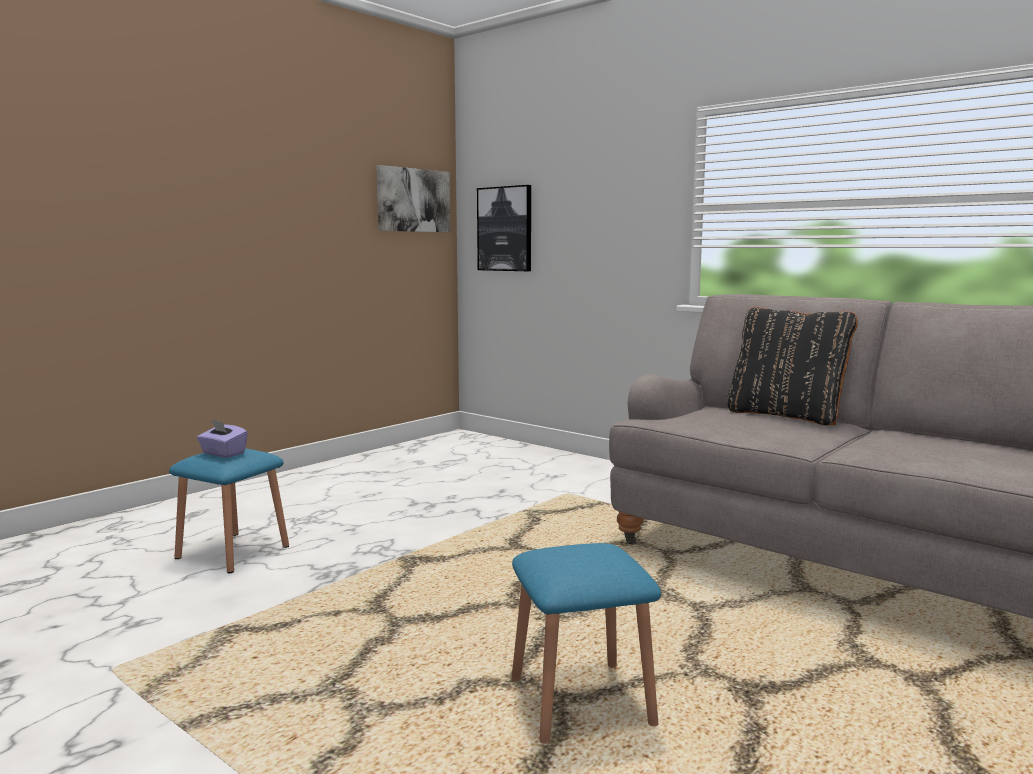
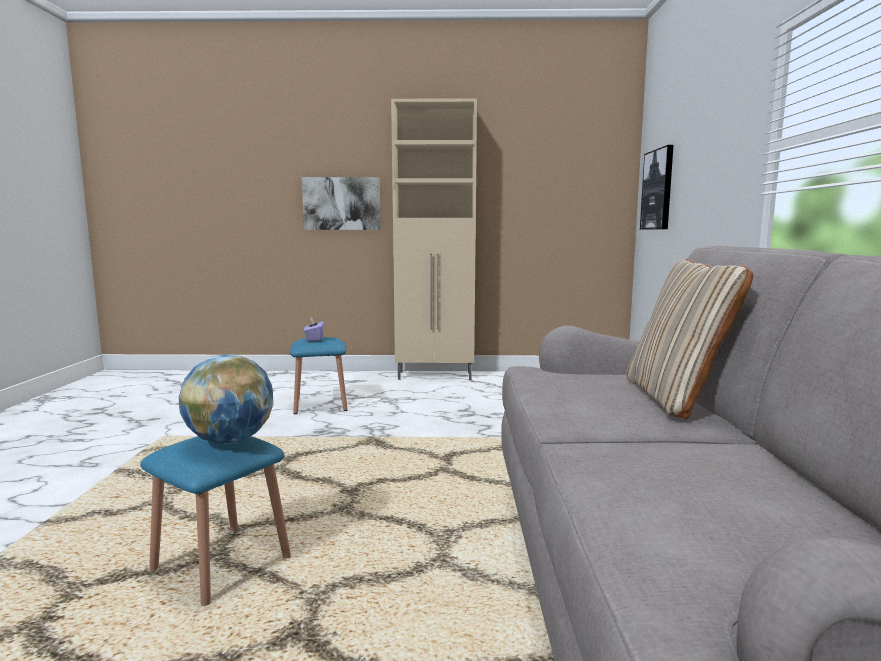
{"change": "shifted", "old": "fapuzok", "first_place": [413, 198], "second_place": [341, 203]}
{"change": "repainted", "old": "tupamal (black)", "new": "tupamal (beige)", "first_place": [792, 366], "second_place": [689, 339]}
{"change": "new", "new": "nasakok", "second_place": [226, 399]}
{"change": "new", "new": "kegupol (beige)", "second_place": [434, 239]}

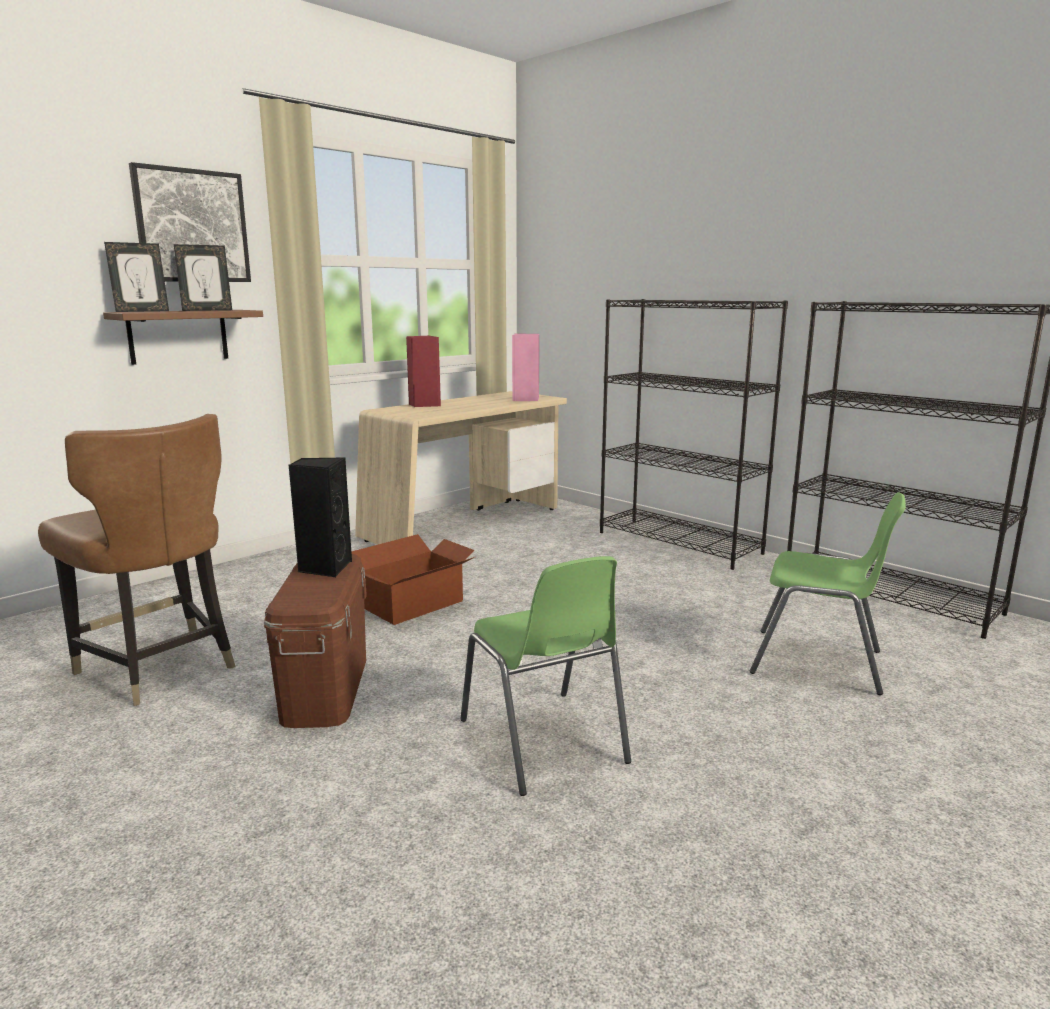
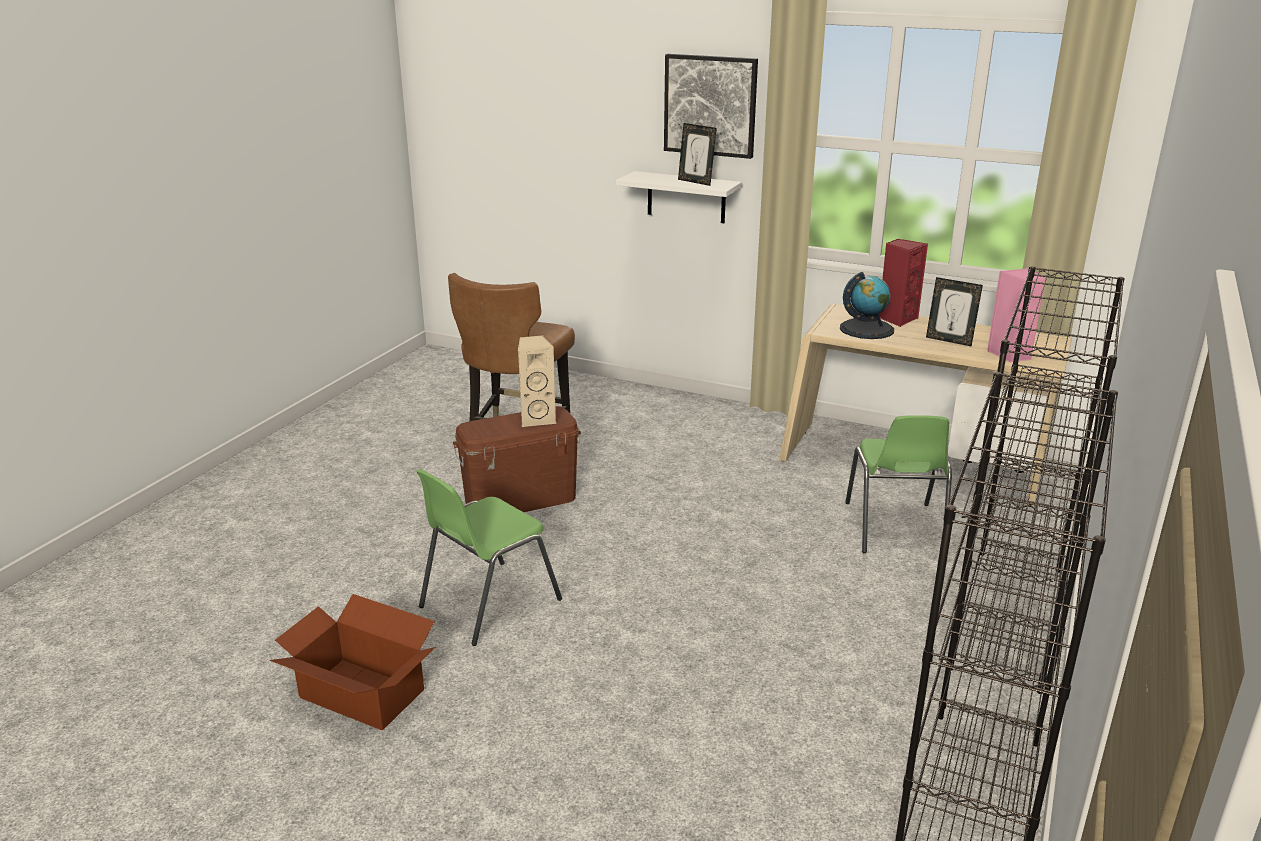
{"change": "repainted", "old": "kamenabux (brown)", "new": "kamenabux (white)", "first_place": [183, 337], "second_place": [679, 197]}
{"change": "shifted", "old": "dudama", "first_place": [136, 277], "second_place": [954, 312]}
{"change": "repainted", "old": "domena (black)", "new": "domena (beige)", "first_place": [320, 517], "second_place": [537, 381]}
{"change": "shifted", "old": "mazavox", "first_place": [413, 579], "second_place": [352, 662]}
{"change": "shifted", "old": "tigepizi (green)", "first_place": [828, 593], "second_place": [898, 484]}
{"change": "new", "new": "nasakok", "second_place": [867, 305]}

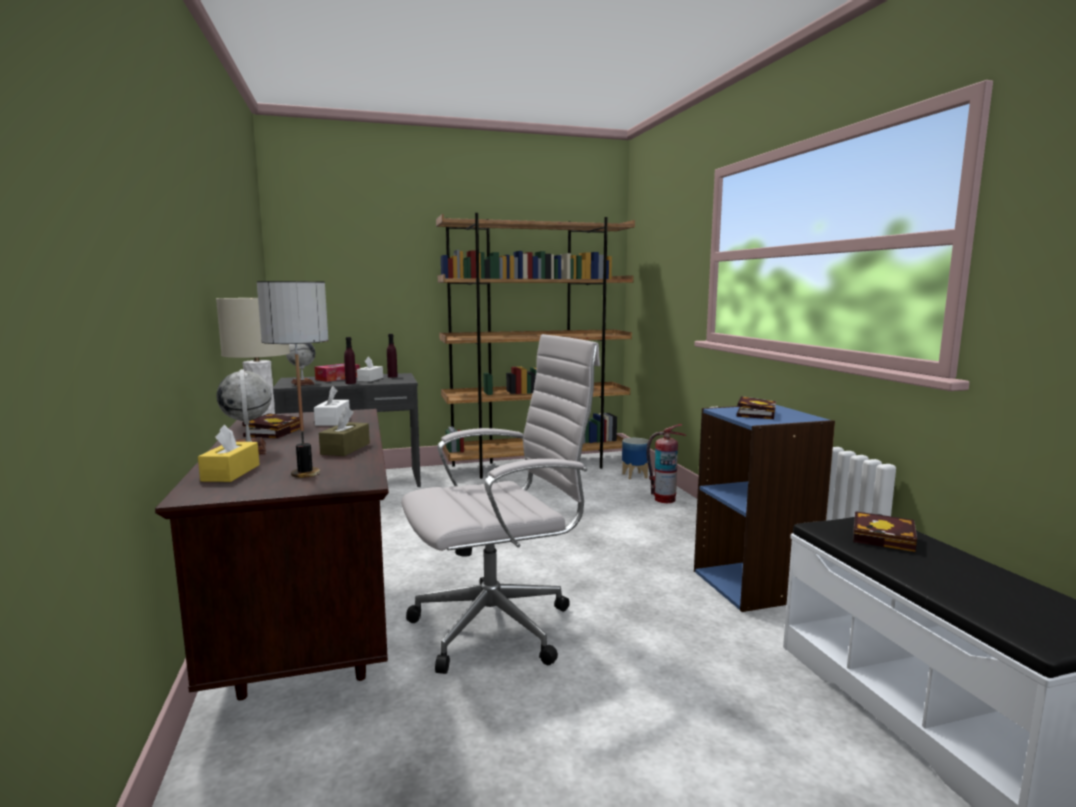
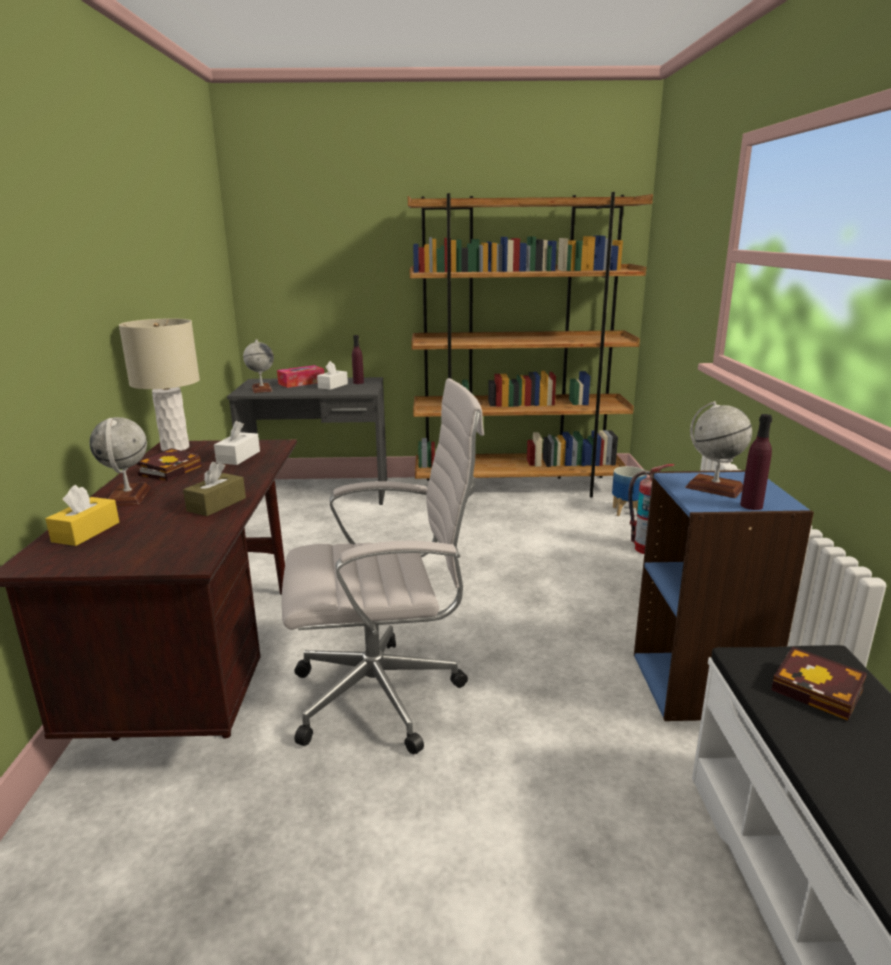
{"change": "gone", "old": "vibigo", "first_place": [292, 379]}
{"change": "shifted", "old": "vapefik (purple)", "first_place": [350, 360], "second_place": [756, 462]}
{"change": "swapped", "old": "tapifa", "new": "nasakok", "first_place": [756, 407], "second_place": [718, 449]}

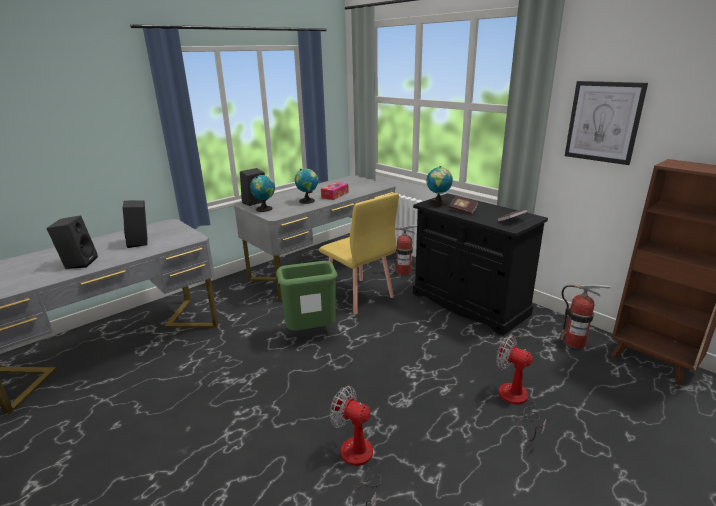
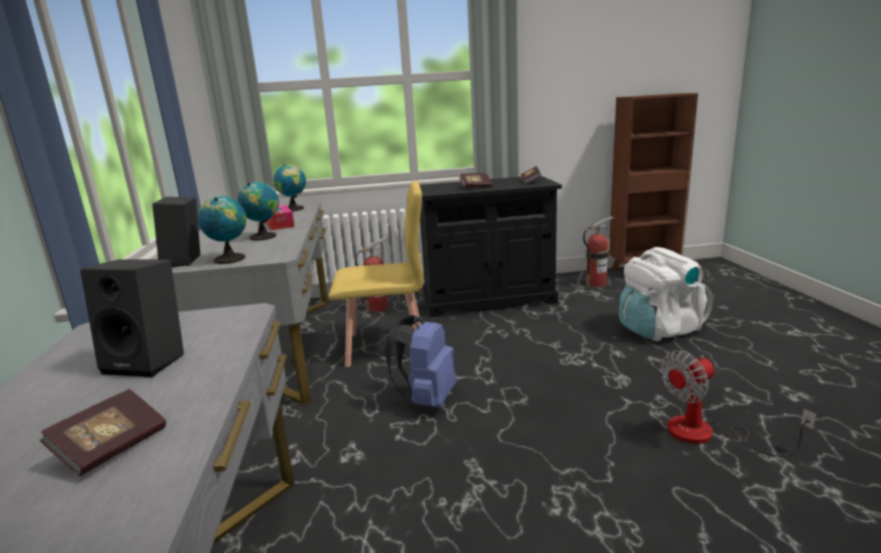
{"change": "swapped", "old": "domena (black)", "new": "tapifa", "first_place": [72, 242], "second_place": [103, 432]}
{"change": "swapped", "old": "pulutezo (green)", "new": "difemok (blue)", "first_place": [307, 296], "second_place": [421, 361]}
{"change": "shifted", "old": "nasakok", "first_place": [439, 186], "second_place": [290, 187]}
{"change": "swapped", "old": "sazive", "new": "difemok (white)", "first_place": [521, 388], "second_place": [666, 294]}
{"change": "gone", "old": "fapuzok", "first_place": [606, 123]}

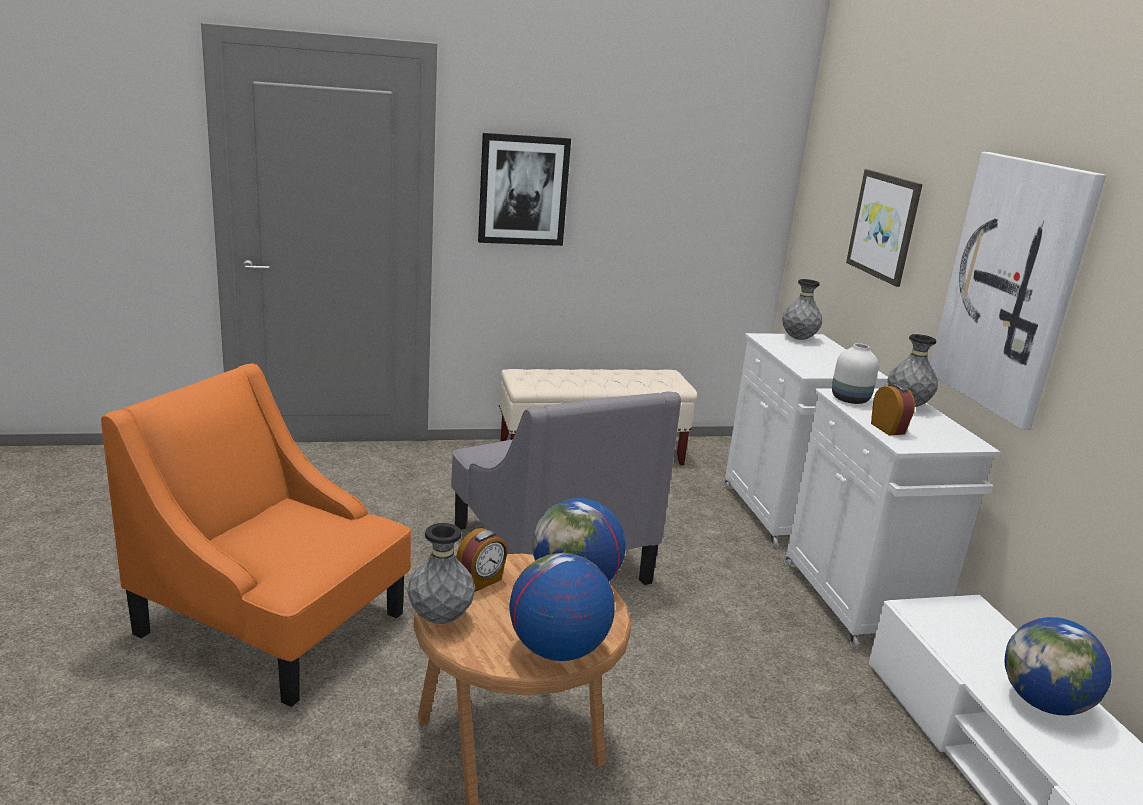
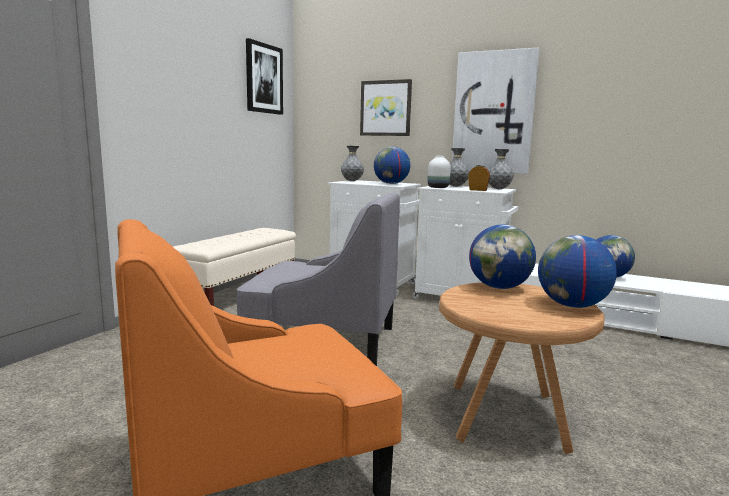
{"change": "shifted", "old": "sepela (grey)", "first_place": [441, 573], "second_place": [501, 169]}
{"change": "gone", "old": "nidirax", "first_place": [482, 560]}
{"change": "shifted", "old": "fapuzok", "first_place": [524, 189], "second_place": [264, 76]}
{"change": "new", "new": "nasakok", "second_place": [392, 165]}

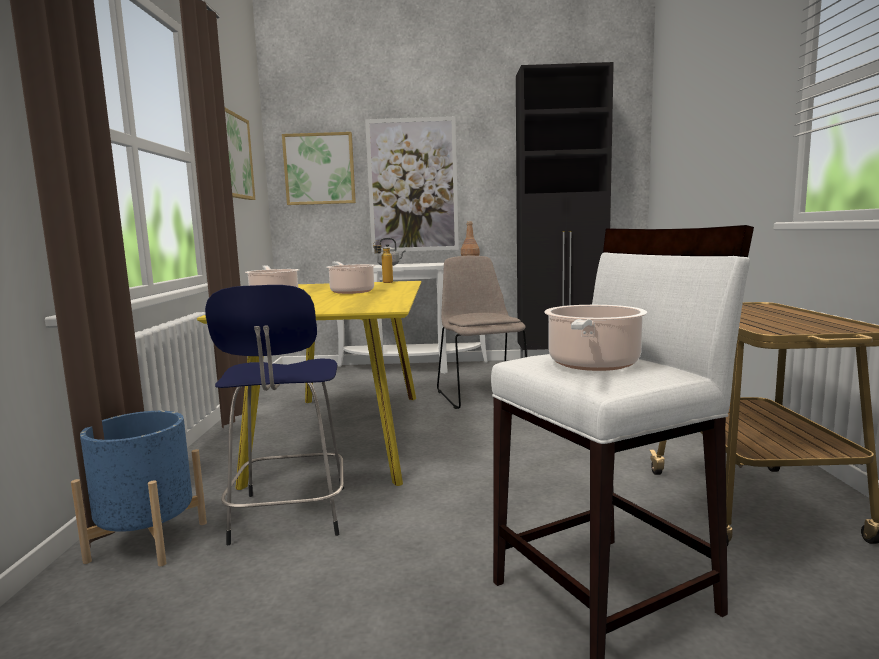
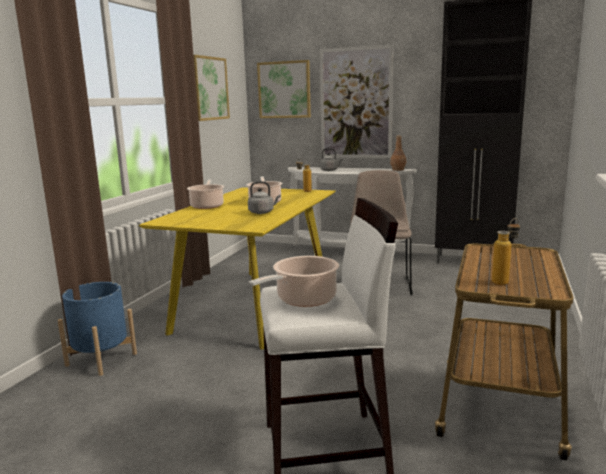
{"change": "gone", "old": "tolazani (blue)", "first_place": [274, 415]}
{"change": "new", "new": "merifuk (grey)", "second_place": [264, 197]}
{"change": "new", "new": "vapefik", "second_place": [506, 251]}

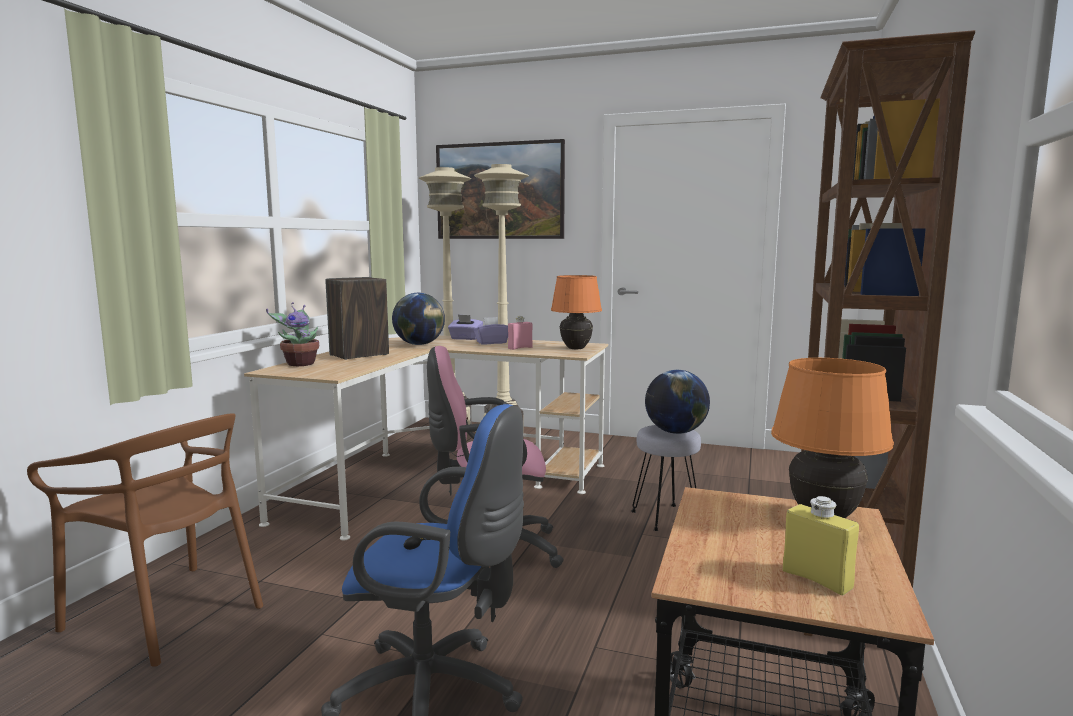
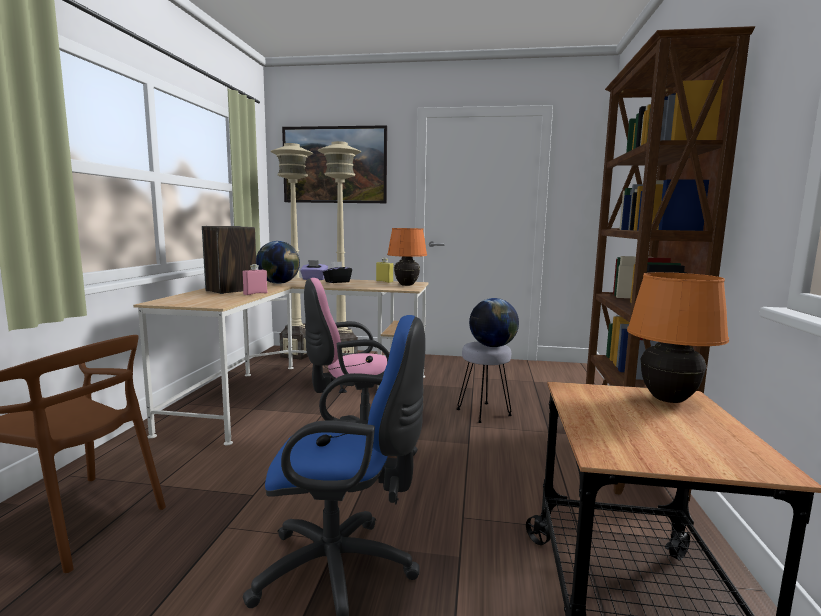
{"change": "gone", "old": "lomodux", "first_place": [292, 334]}
{"change": "repainted", "old": "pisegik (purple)", "new": "pisegik (black)", "first_place": [491, 330], "second_place": [337, 272]}
{"change": "shifted", "old": "vapefik (pink)", "first_place": [520, 333], "second_place": [254, 279]}
{"change": "shifted", "old": "vapefik (yellow)", "first_place": [821, 546], "second_place": [384, 270]}

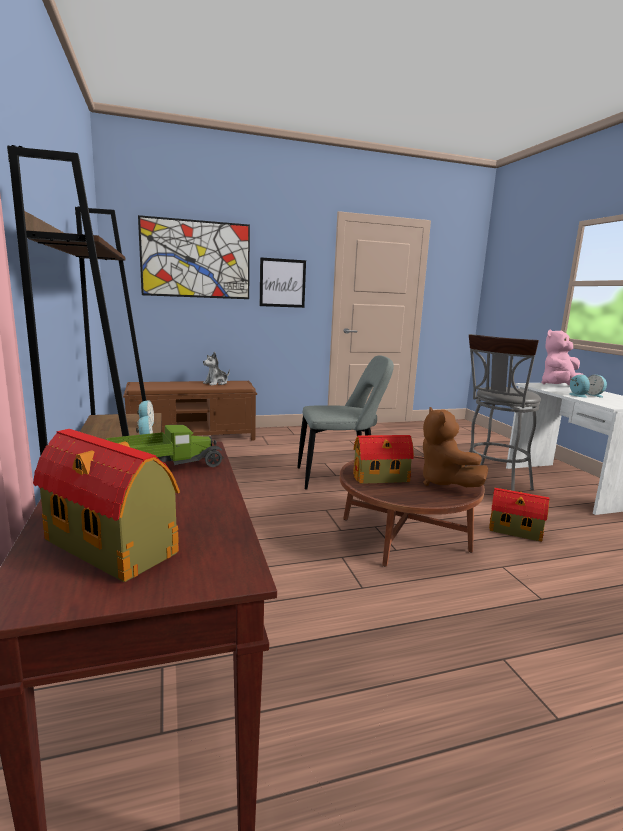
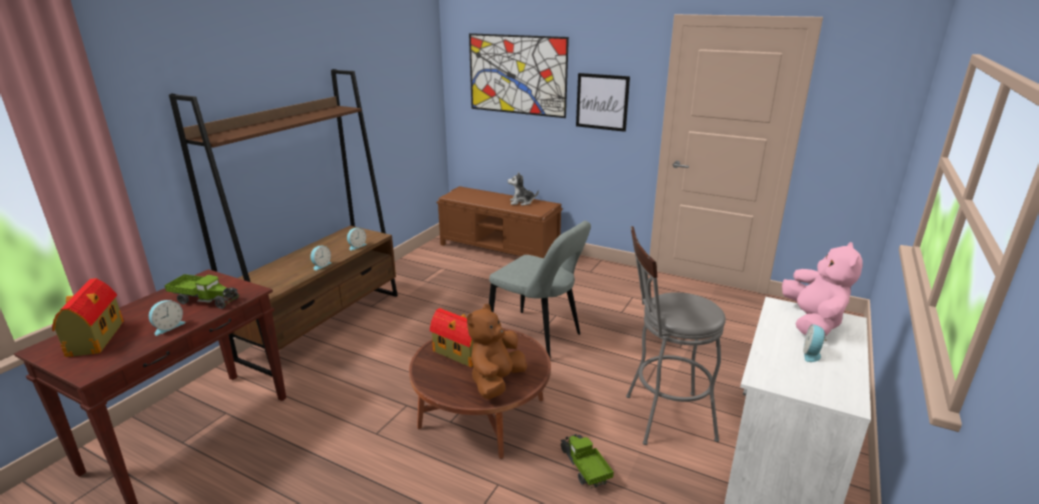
{"change": "swapped", "old": "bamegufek", "new": "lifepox", "first_place": [519, 515], "second_place": [587, 461]}
{"change": "rotated", "old": "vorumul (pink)", "first_place": [563, 357], "second_place": [822, 289], "degrees": 90}
{"change": "shifted", "old": "nidirax", "first_place": [580, 386], "second_place": [167, 318]}

